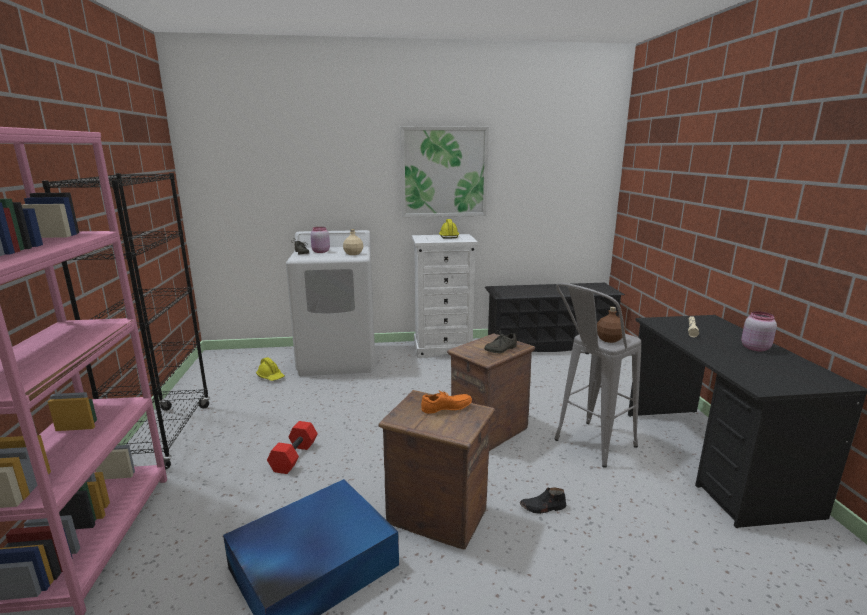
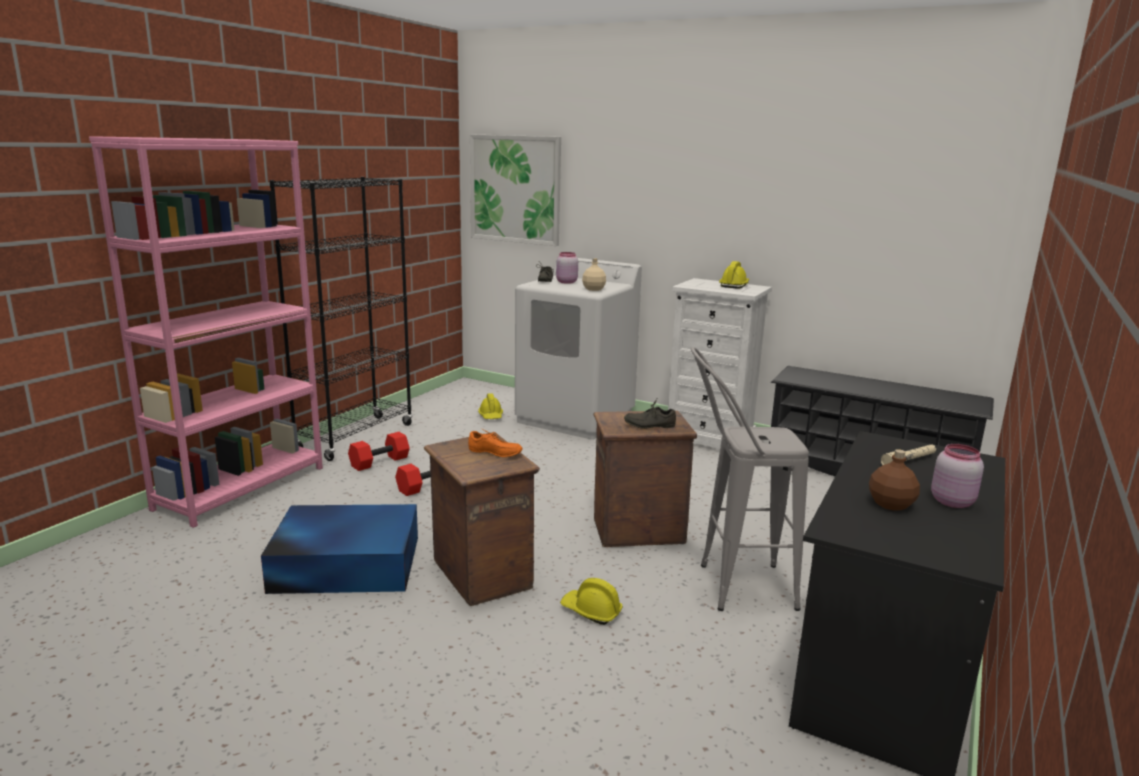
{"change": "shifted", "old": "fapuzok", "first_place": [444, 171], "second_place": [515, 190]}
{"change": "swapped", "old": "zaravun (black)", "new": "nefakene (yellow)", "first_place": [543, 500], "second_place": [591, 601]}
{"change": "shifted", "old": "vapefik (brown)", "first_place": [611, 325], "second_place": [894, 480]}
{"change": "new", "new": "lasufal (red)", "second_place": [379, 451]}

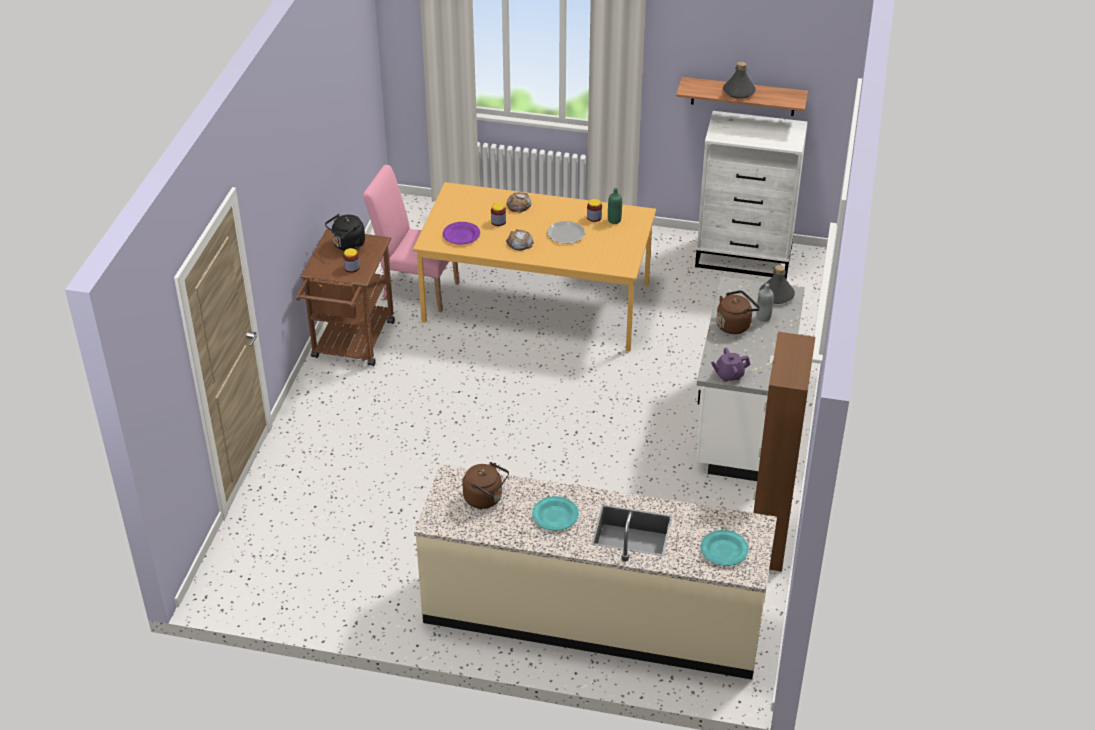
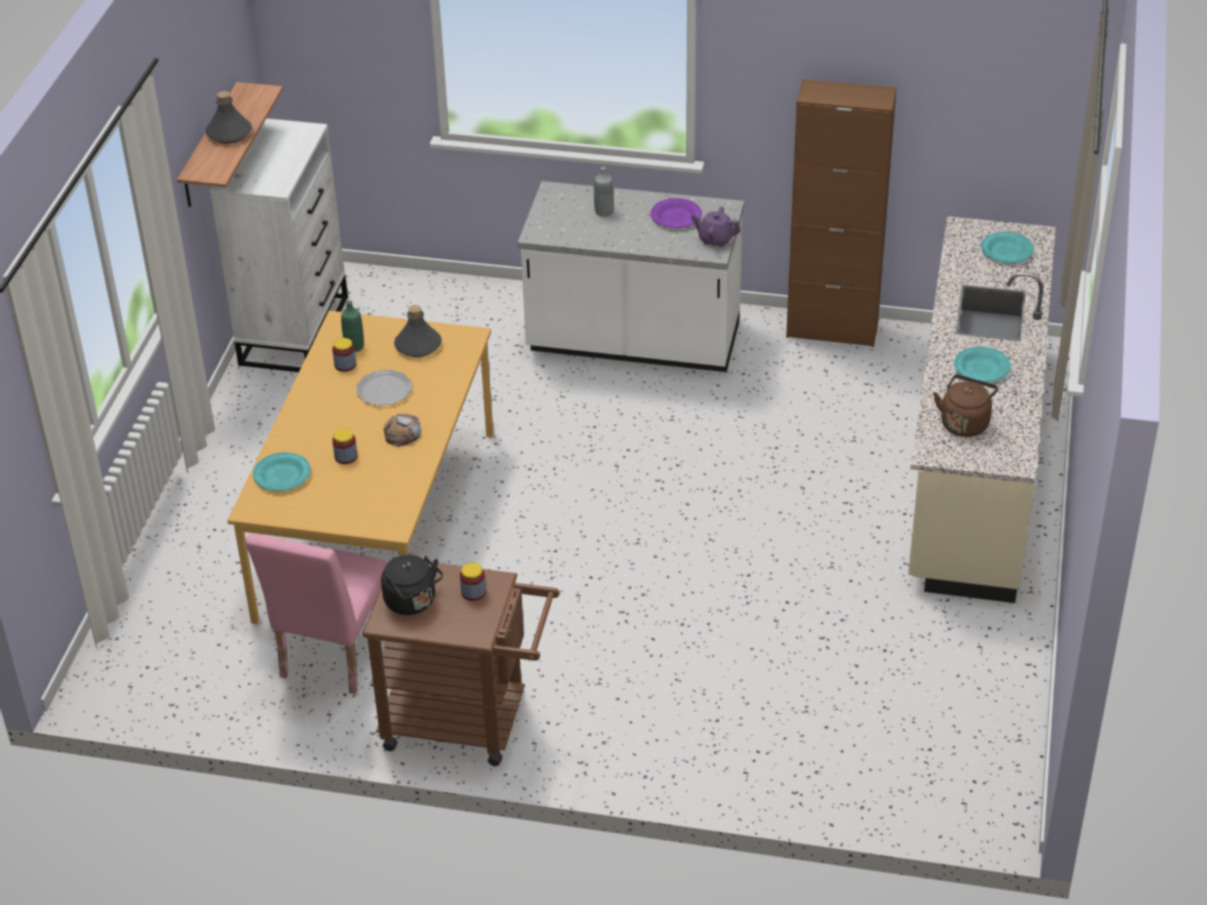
{"change": "shifted", "old": "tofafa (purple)", "first_place": [461, 233], "second_place": [676, 213]}
{"change": "gone", "old": "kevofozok", "first_place": [518, 202]}
{"change": "rotated", "old": "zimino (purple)", "first_place": [730, 365], "second_place": [716, 226], "degrees": 120}
{"change": "gone", "old": "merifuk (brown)", "first_place": [738, 312]}
{"change": "shifted", "old": "vapefik (grey)", "first_place": [777, 284], "second_place": [418, 331]}
{"change": "new", "new": "tofafa (turquoise)", "second_place": [282, 471]}

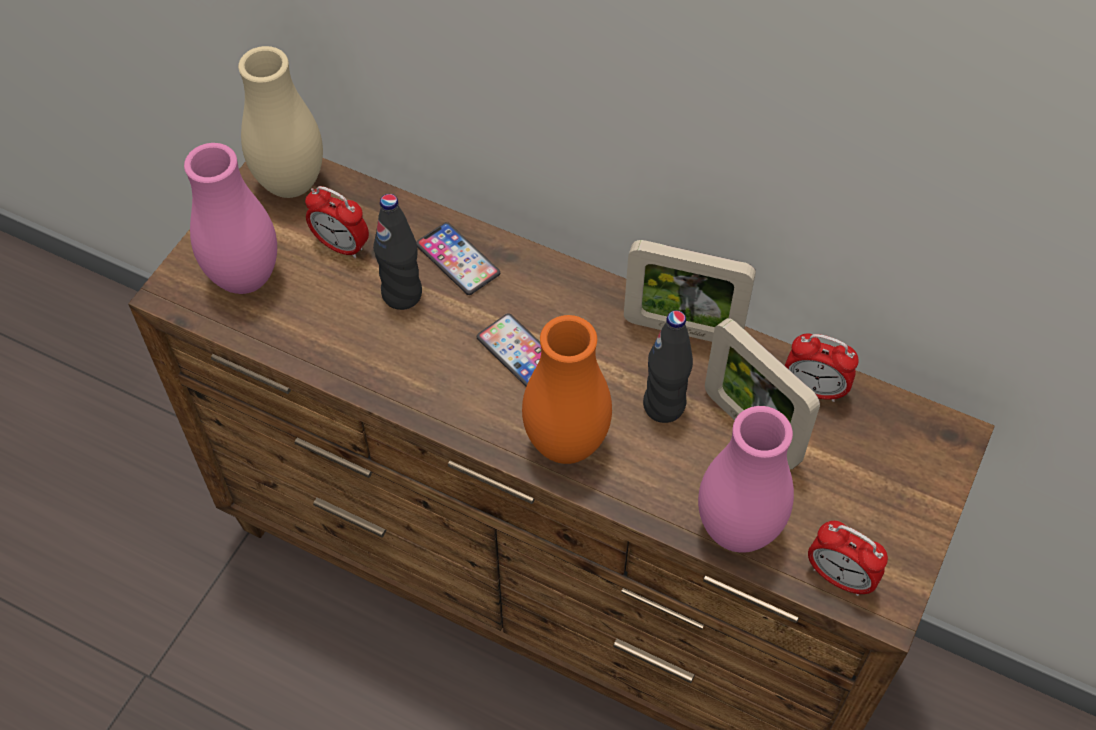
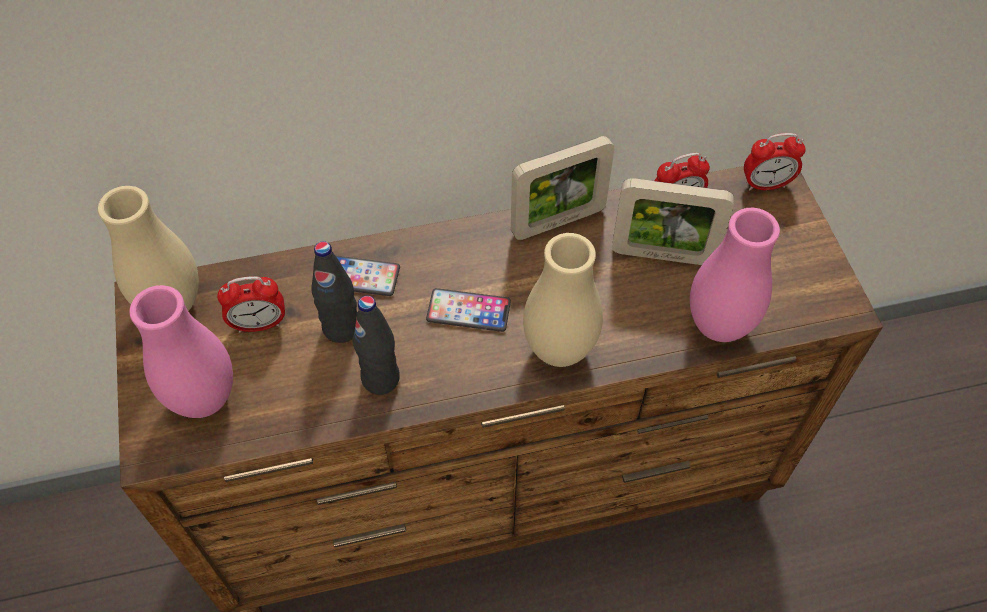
{"change": "repainted", "old": "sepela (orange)", "new": "sepela (beige)", "first_place": [567, 389], "second_place": [563, 300]}
{"change": "shifted", "old": "vapefik (black)", "first_place": [668, 366], "second_place": [376, 345]}
{"change": "shifted", "old": "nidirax", "first_place": [848, 558], "second_place": [775, 162]}

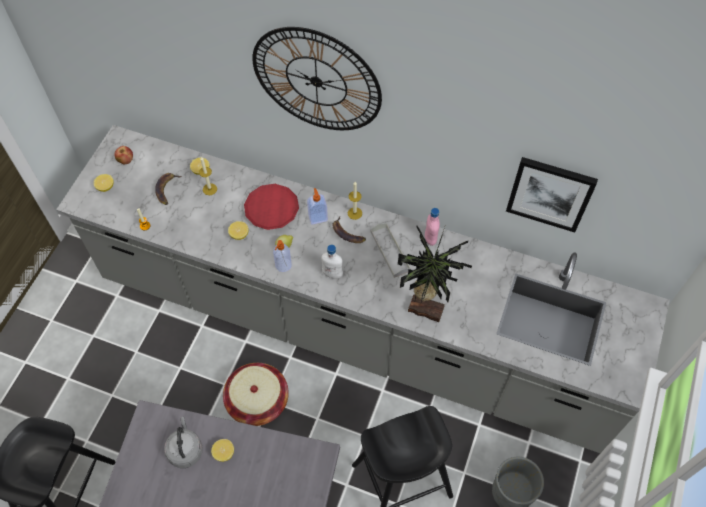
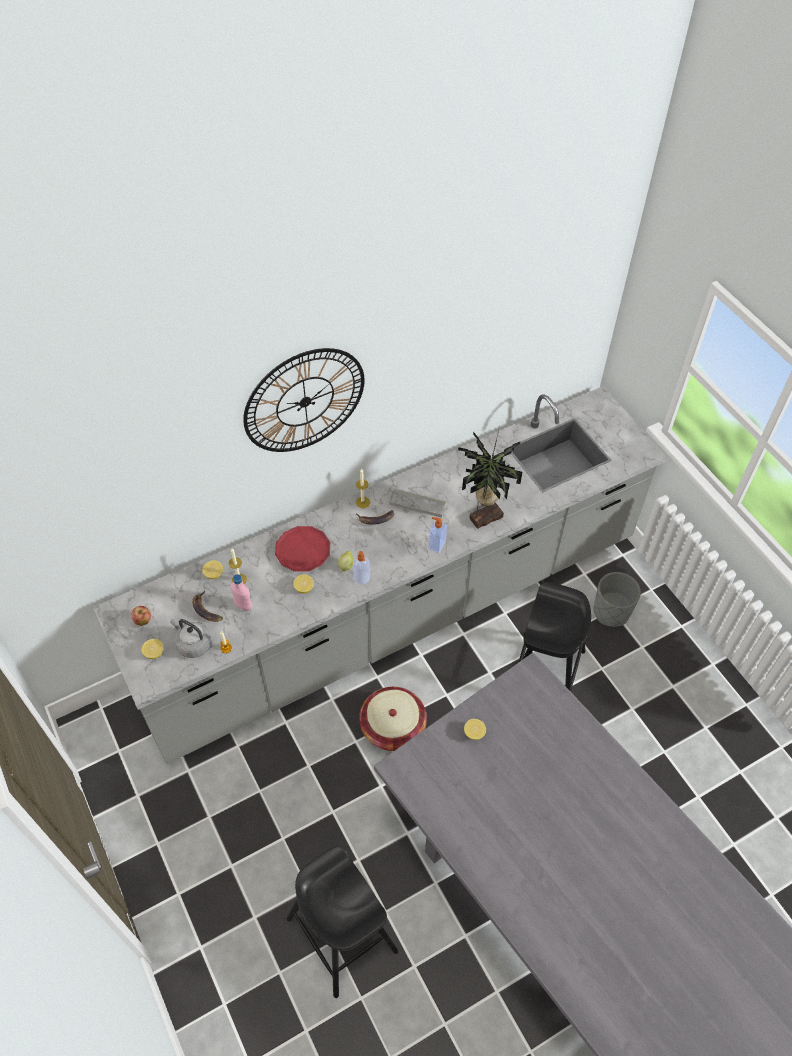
{"change": "shifted", "old": "merifuk (grey)", "first_place": [183, 442], "second_place": [190, 638]}
{"change": "shifted", "old": "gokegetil", "first_place": [317, 206], "second_place": [437, 535]}
{"change": "gone", "old": "vapefik (white)", "first_place": [332, 262]}
{"change": "shifted", "old": "vapefik (pink)", "first_place": [432, 227], "second_place": [242, 592]}
{"change": "gone", "old": "fapuzok", "first_place": [552, 194]}

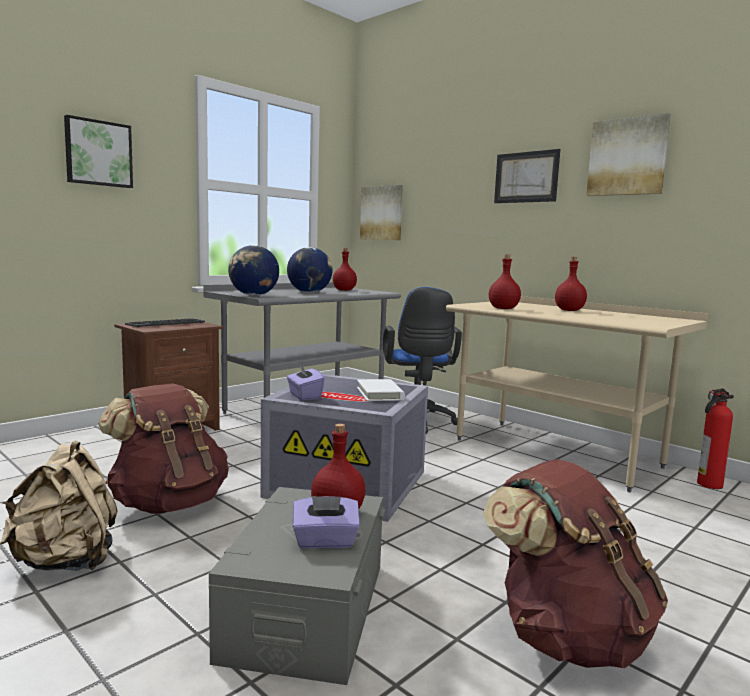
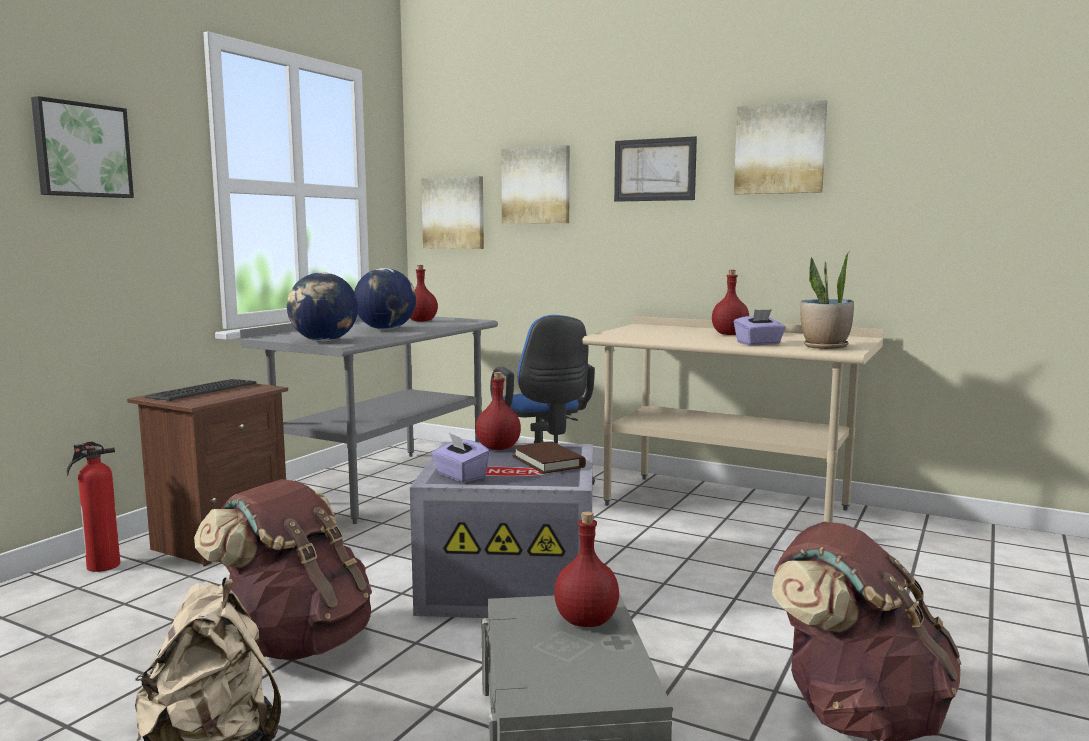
{"change": "shifted", "old": "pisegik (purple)", "first_place": [326, 522], "second_place": [760, 327]}
{"change": "repainted", "old": "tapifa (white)", "new": "tapifa (brown)", "first_place": [381, 390], "second_place": [549, 457]}
{"change": "shifted", "old": "vapefik (red)", "first_place": [505, 281], "second_place": [498, 411]}
{"change": "shifted", "old": "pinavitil", "first_place": [715, 438], "second_place": [93, 506]}
{"change": "new", "new": "fapuzok", "second_place": [535, 184]}
{"change": "new", "new": "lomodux", "second_place": [827, 300]}

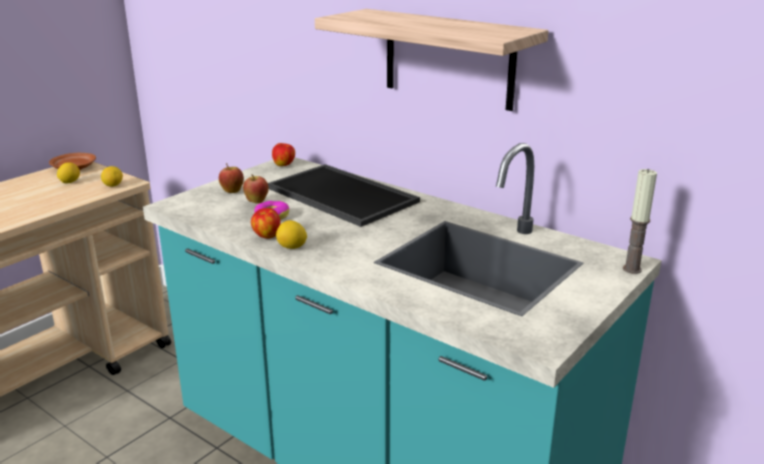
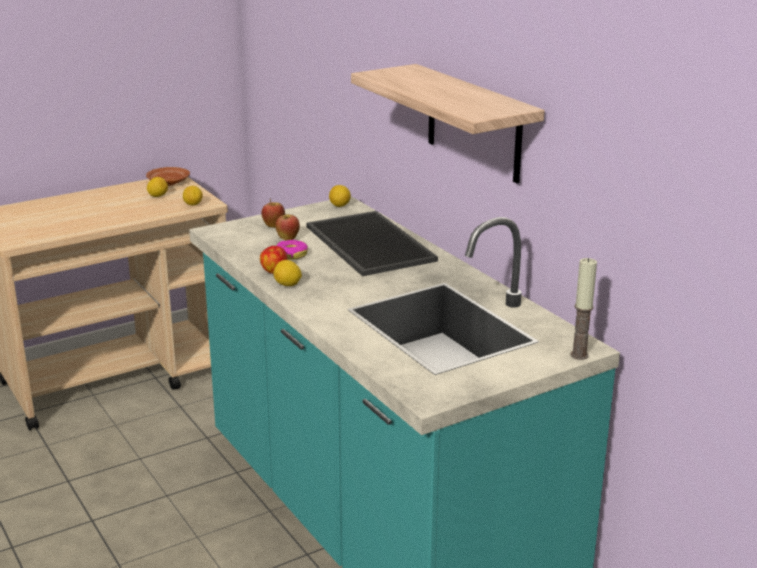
{"change": "swapped", "old": "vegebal", "new": "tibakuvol", "first_place": [283, 154], "second_place": [340, 196]}

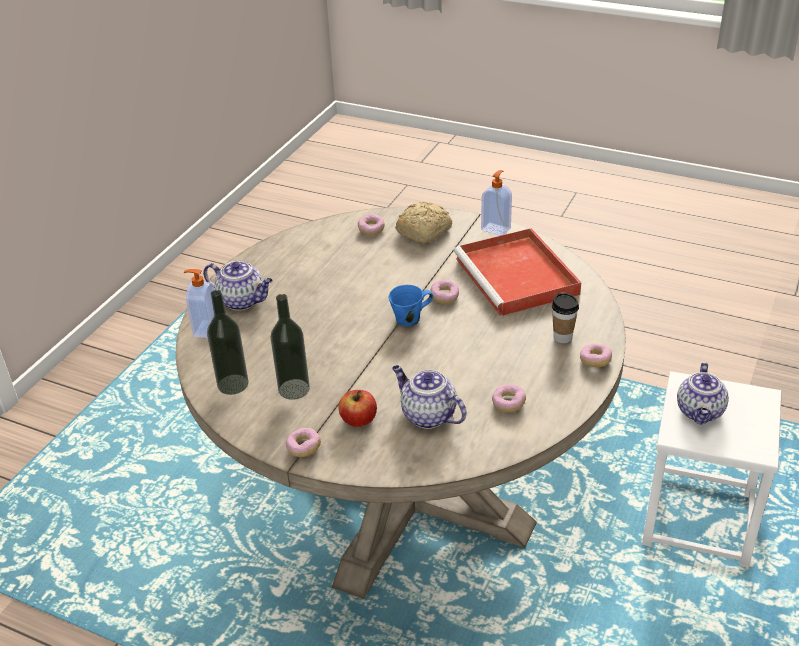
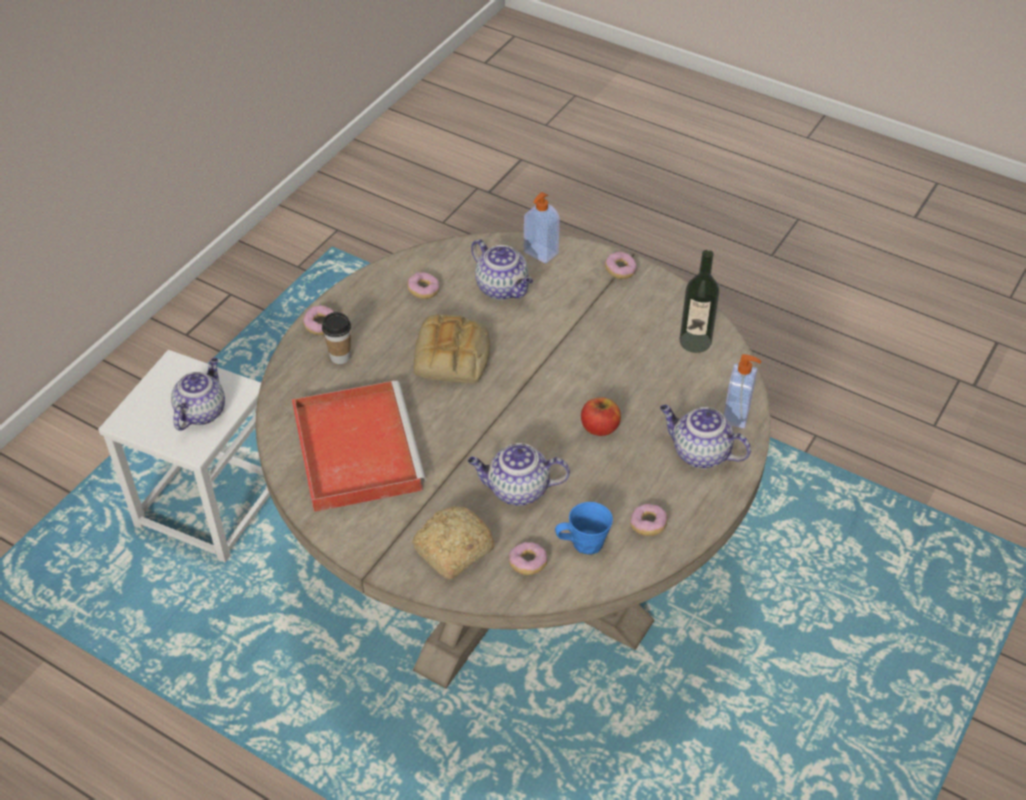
{"change": "gone", "old": "vapefik", "first_place": [290, 347]}
{"change": "shifted", "old": "vegebal", "first_place": [358, 408], "second_place": [601, 416]}
{"change": "shifted", "old": "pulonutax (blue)", "first_place": [411, 305], "second_place": [584, 528]}
{"change": "shifted", "old": "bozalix", "first_place": [444, 292], "second_place": [649, 520]}
{"change": "shifted", "old": "gokegetil", "first_place": [496, 203], "second_place": [542, 228]}
{"change": "new", "new": "kevofozok", "second_place": [452, 349]}
{"change": "new", "new": "zimino", "second_place": [519, 474]}

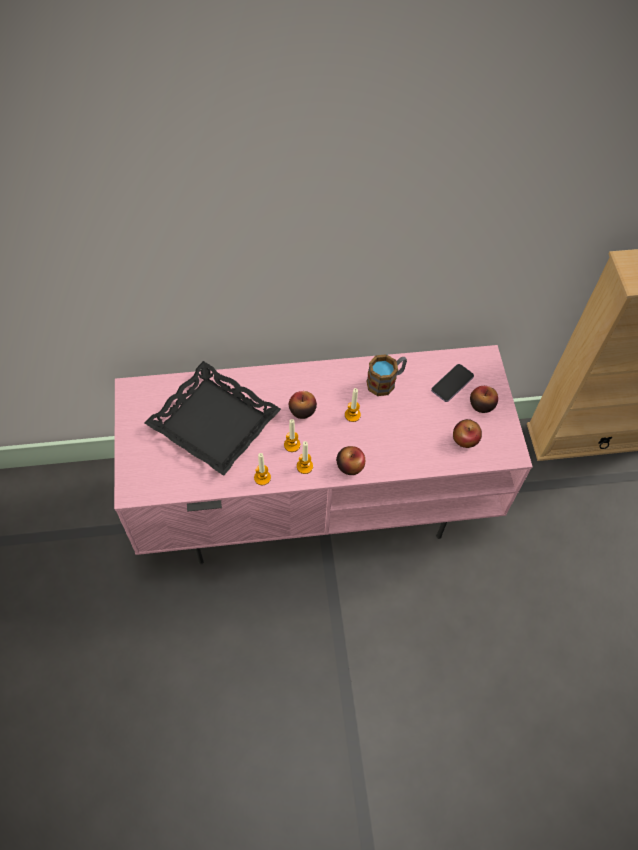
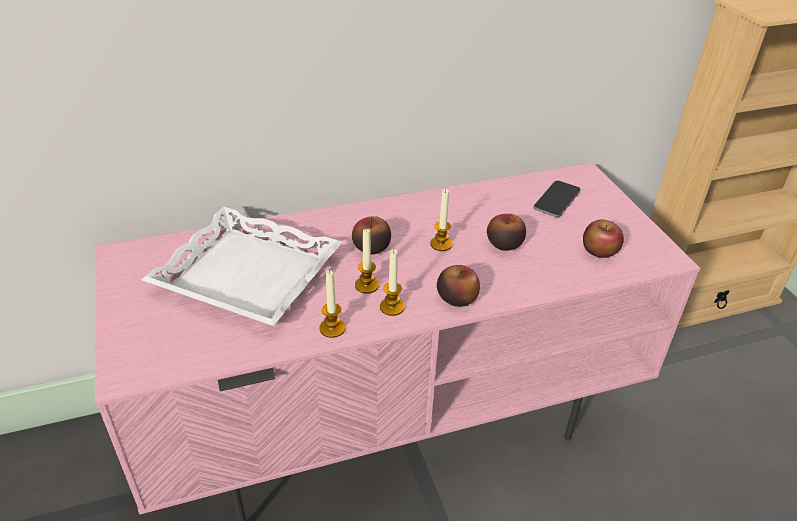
{"change": "repainted", "old": "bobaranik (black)", "new": "bobaranik (white)", "first_place": [213, 418], "second_place": [242, 266]}
{"change": "gone", "old": "pulonutax", "first_place": [387, 375]}
{"change": "shifted", "old": "vegebal", "first_place": [484, 399], "second_place": [506, 232]}

